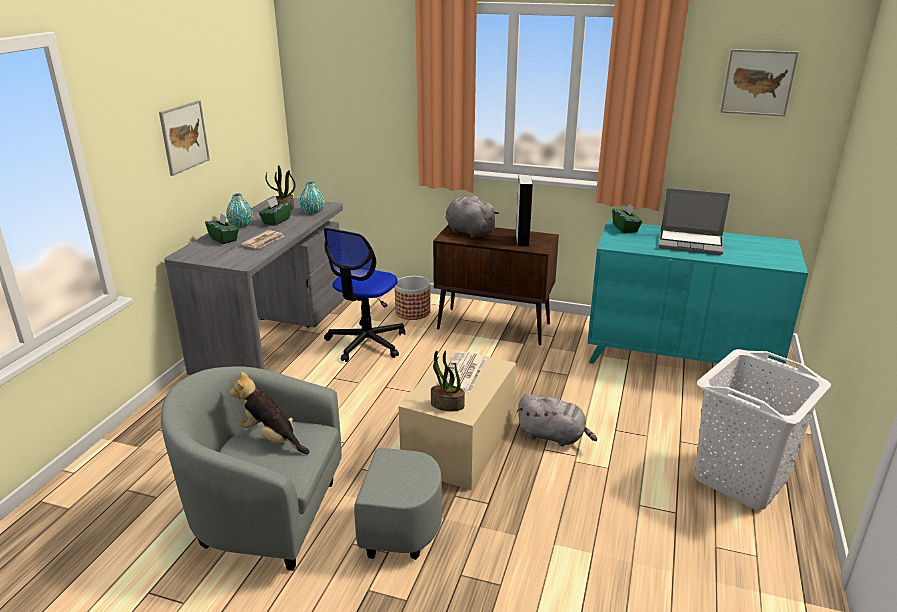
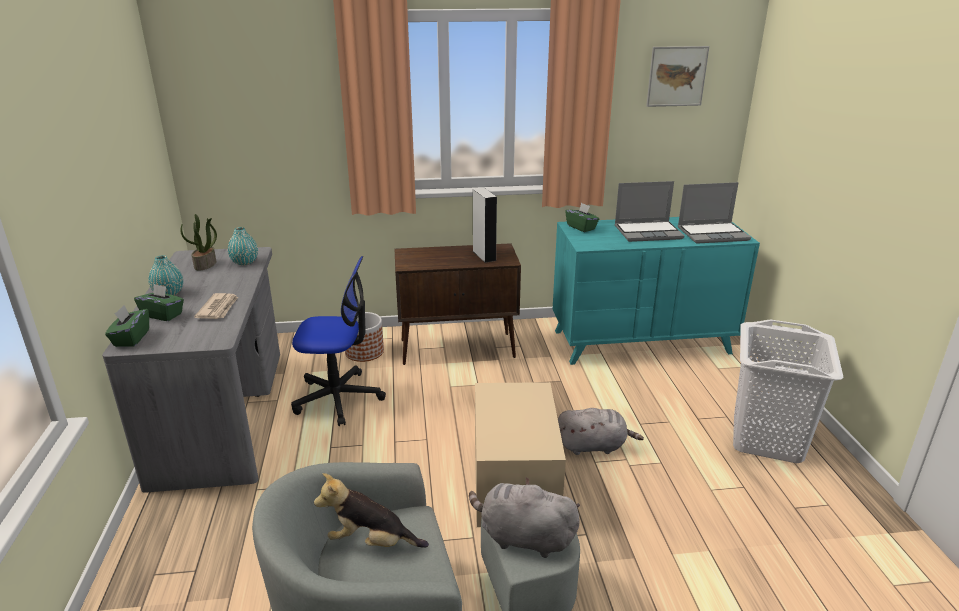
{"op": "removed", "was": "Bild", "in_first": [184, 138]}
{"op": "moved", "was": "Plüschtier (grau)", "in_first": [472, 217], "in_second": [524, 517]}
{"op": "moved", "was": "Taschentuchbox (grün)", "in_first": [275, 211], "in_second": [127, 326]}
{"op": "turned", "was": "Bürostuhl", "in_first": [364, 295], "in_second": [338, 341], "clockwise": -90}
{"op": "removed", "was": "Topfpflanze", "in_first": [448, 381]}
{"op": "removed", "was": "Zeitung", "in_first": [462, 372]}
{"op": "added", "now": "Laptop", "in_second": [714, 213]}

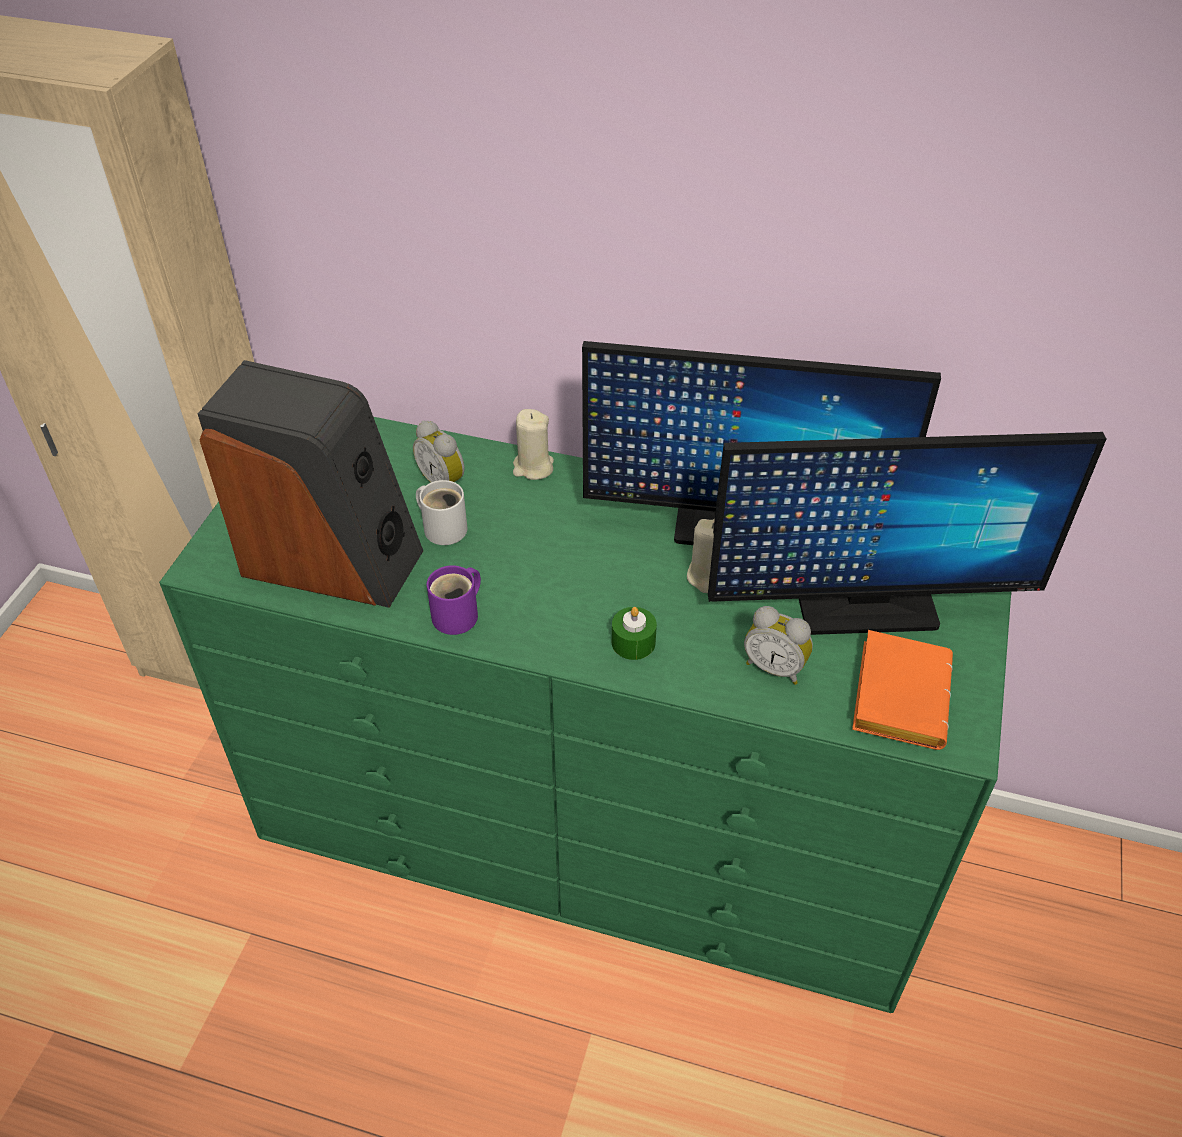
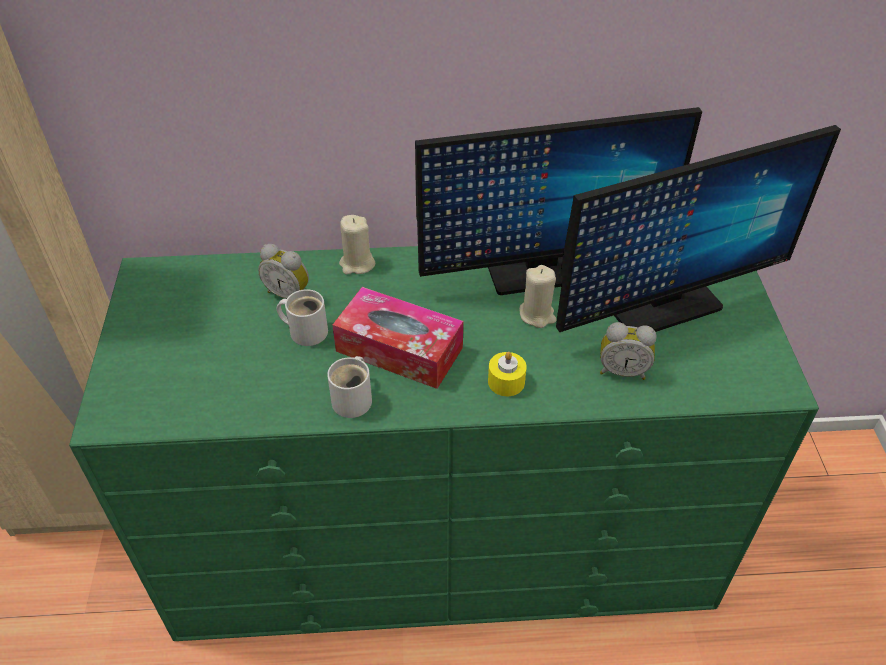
{"op": "removed", "was": "Lautsprecher", "in_first": [310, 484]}
{"op": "recoloured", "was": "Henkelbecher (lila)", "now": "Henkelbecher (weiß)", "in_first": [454, 600], "in_second": [349, 387]}
{"op": "recoloured", "was": "Kerze (grün)", "now": "Kerze (gelb)", "in_first": [634, 633], "in_second": [507, 374]}
{"op": "removed", "was": "Buch (orange)", "in_first": [902, 690]}
{"op": "added", "now": "Taschentuchbox", "in_second": [397, 338]}

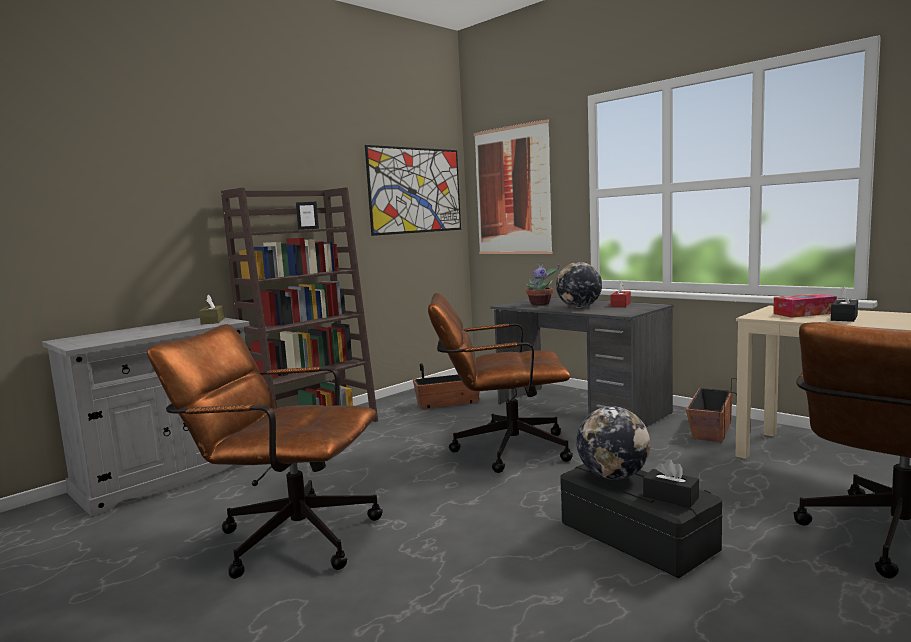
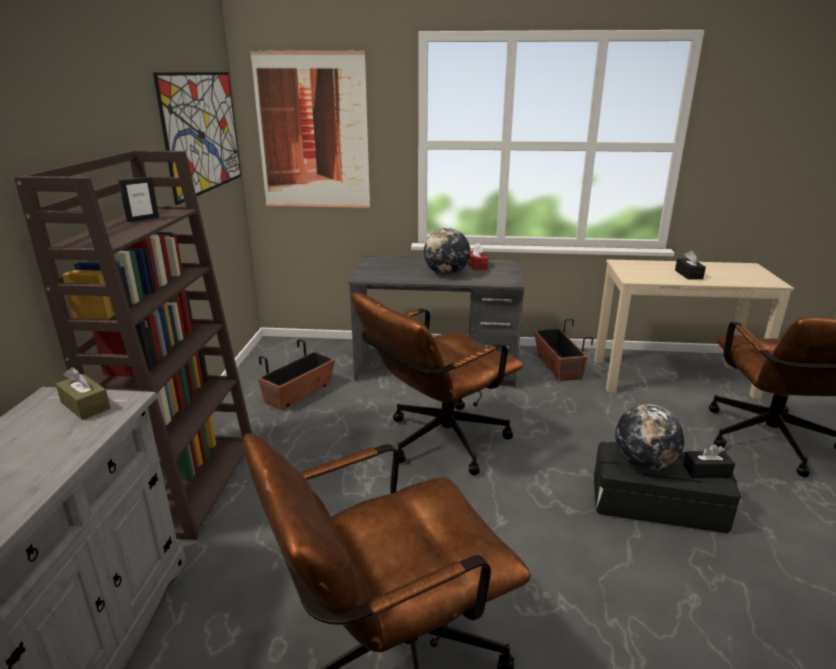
{"op": "removed", "was": "Topfpflanze", "in_first": [542, 283]}
{"op": "removed", "was": "Taschentuchbox", "in_first": [805, 306]}

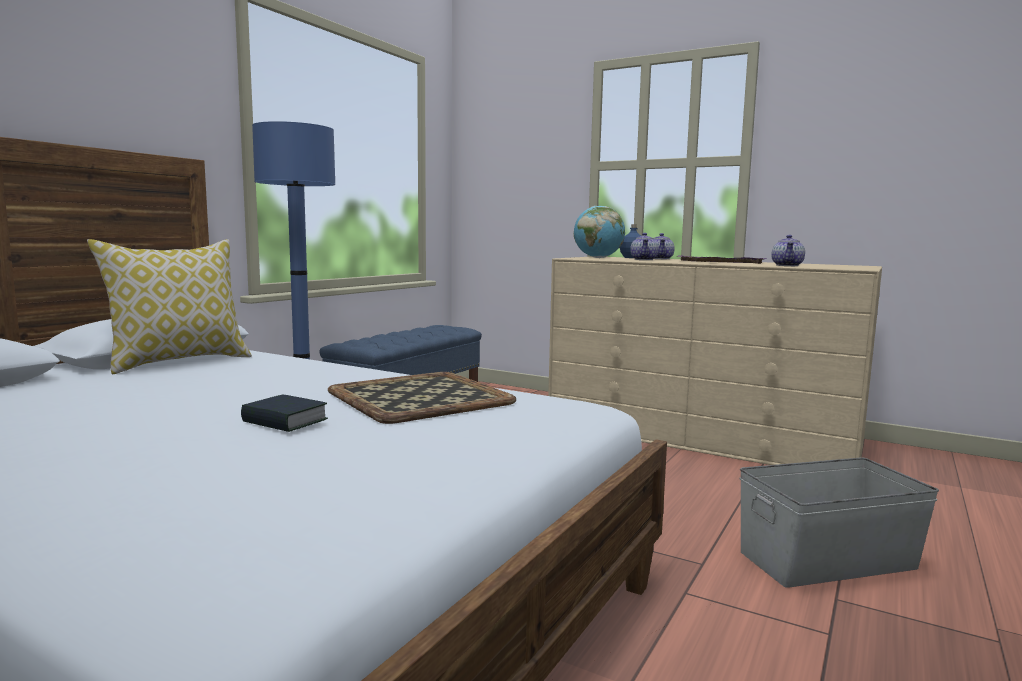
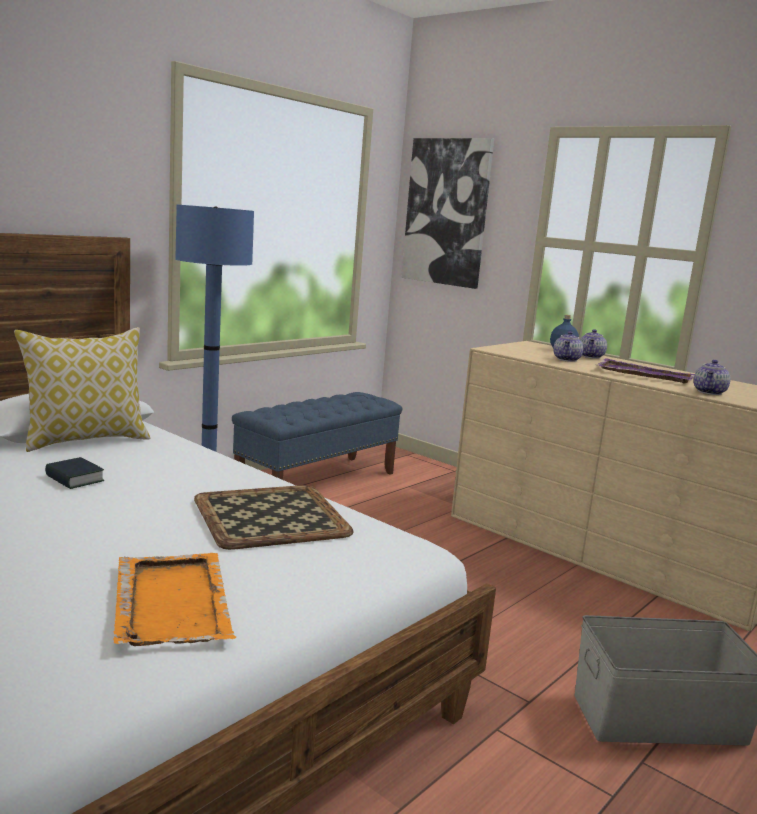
{"op": "removed", "was": "Globus", "in_first": [599, 232]}
{"op": "moved", "was": "Buch", "in_first": [284, 413], "in_second": [74, 473]}
{"op": "added", "now": "Bild", "in_second": [447, 213]}
{"op": "added", "now": "Tablett (orange)", "in_second": [174, 599]}

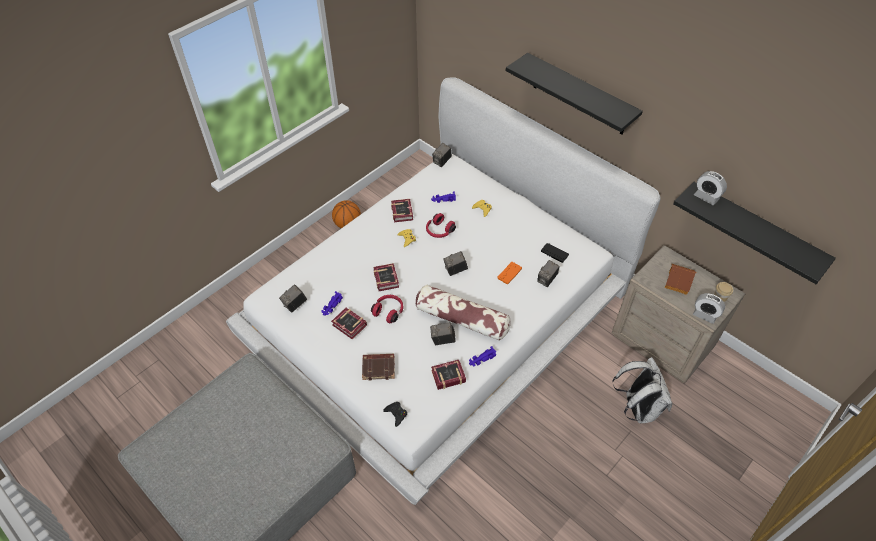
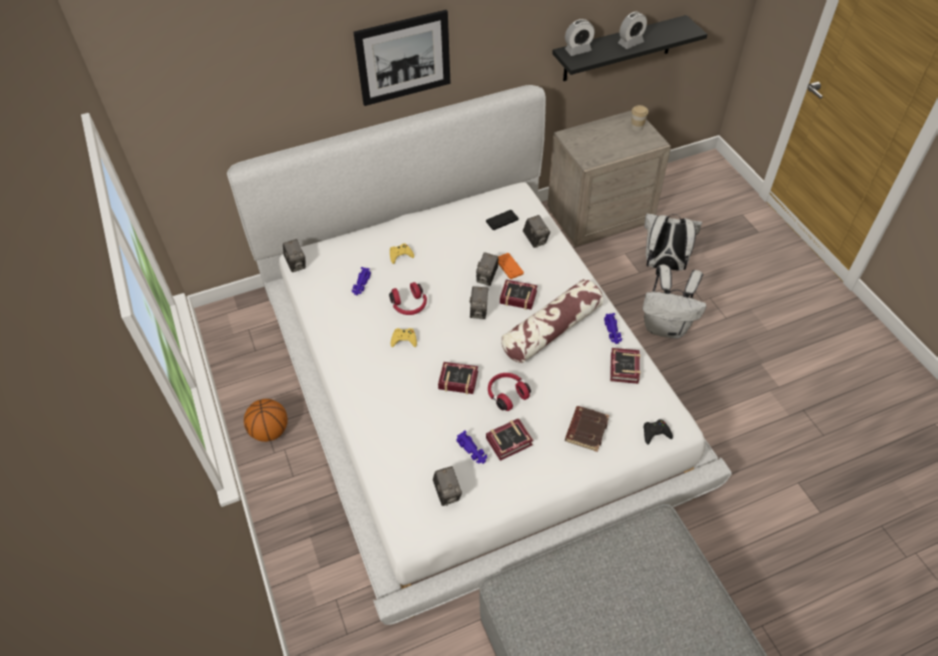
{"op": "replaced", "was": "Wandregal (schwarz)", "now": "Bild", "in_first": [574, 94], "in_second": [401, 58]}
{"op": "moved", "was": "Buch", "in_first": [402, 210], "in_second": [518, 294]}
{"op": "removed", "was": "Spielzeughaus", "in_first": [680, 279]}
{"op": "moved", "was": "Wecker", "in_first": [709, 308], "in_second": [632, 30]}
{"op": "moved", "was": "Kamera", "in_first": [443, 333], "in_second": [487, 269]}
{"op": "added", "now": "Rucksack (weiß)", "in_second": [674, 301]}

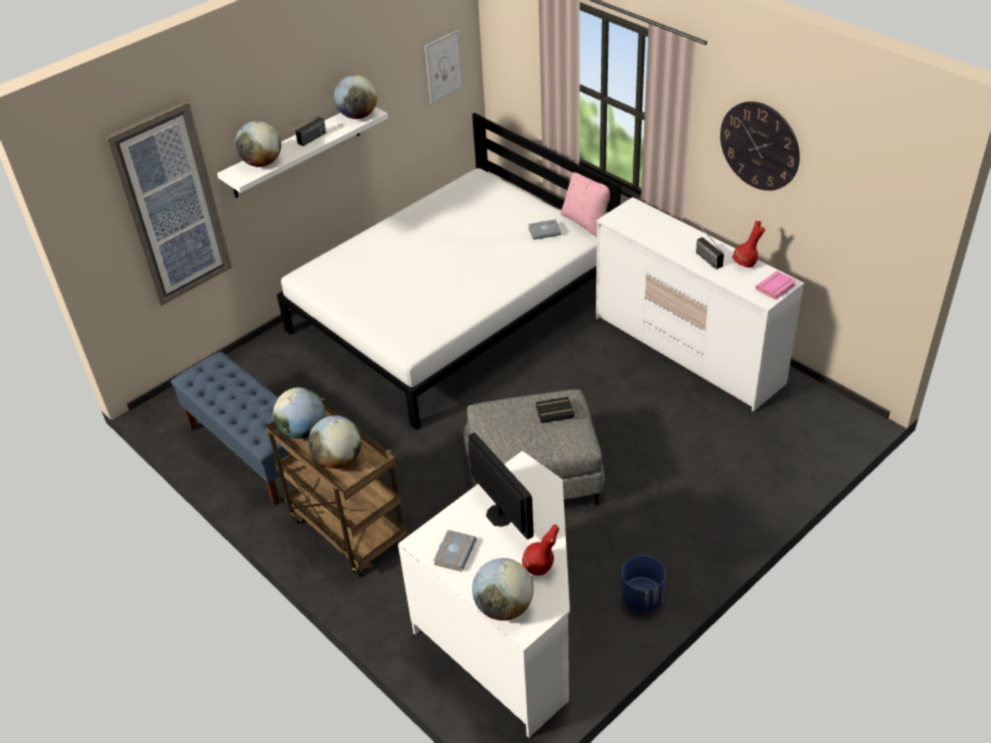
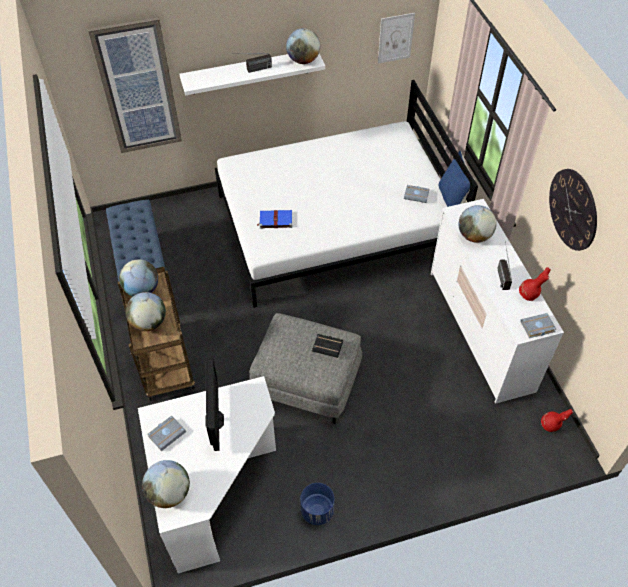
{"op": "moved", "was": "Globus", "in_first": [258, 144], "in_second": [478, 224]}
{"op": "recoloured", "was": "Kissen (rosa)", "now": "Kissen (blau)", "in_first": [585, 199], "in_second": [457, 178]}
{"op": "recoloured", "was": "Buch (rosa)", "now": "Buch (grau)", "in_first": [775, 285], "in_second": [538, 325]}
{"op": "moved", "was": "Vase (rot)", "in_first": [540, 550], "in_second": [557, 420]}
{"op": "added", "now": "Buch (blau)", "in_second": [274, 219]}

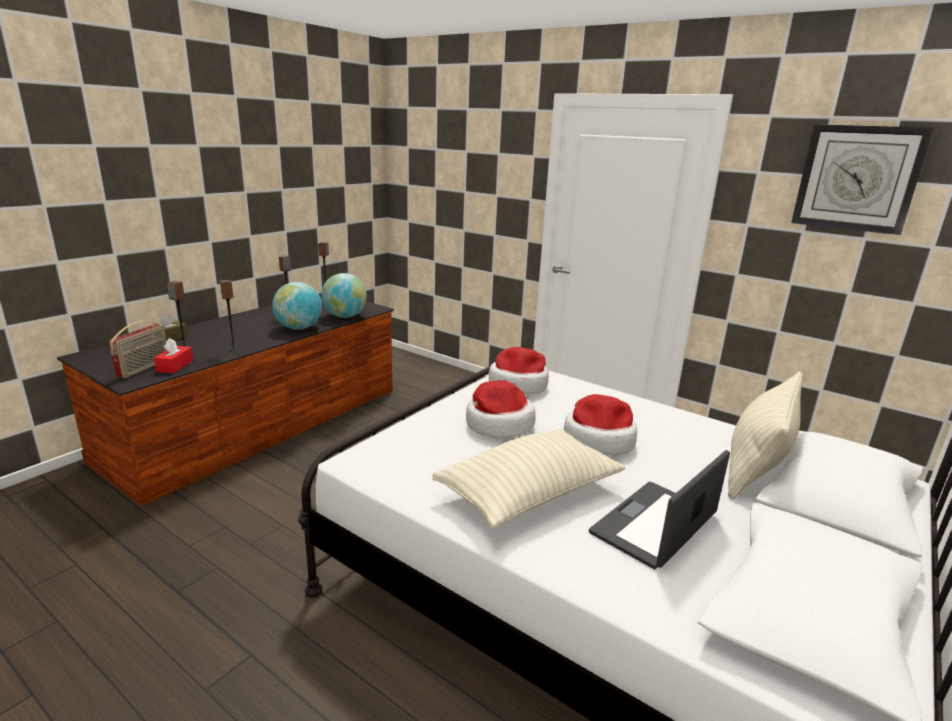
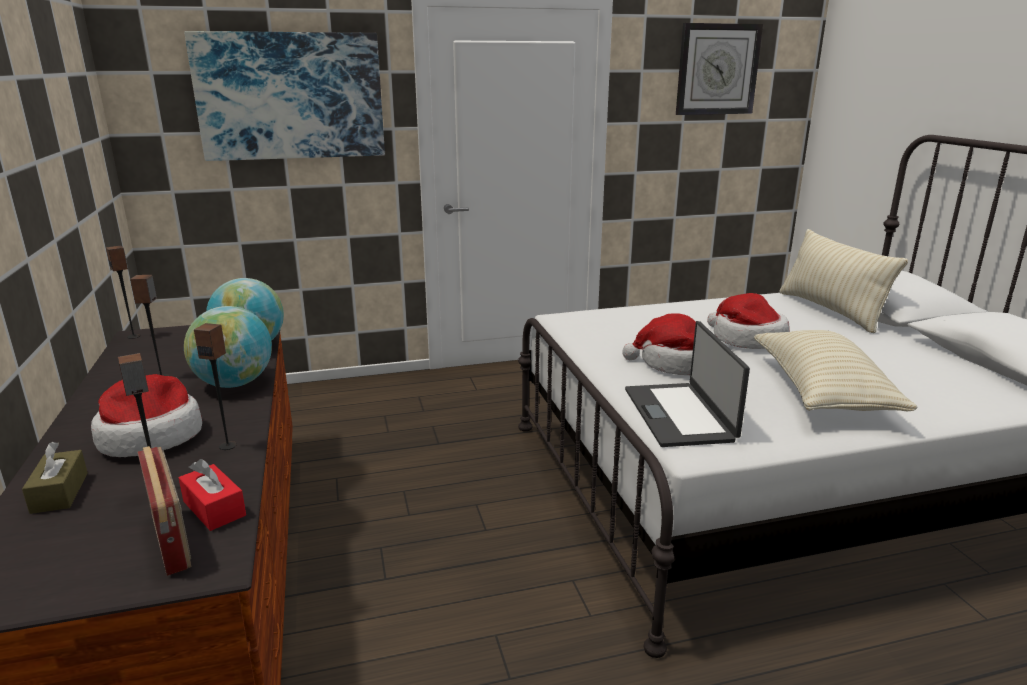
{"op": "moved", "was": "Hut", "in_first": [519, 370], "in_second": [146, 415]}
{"op": "moved", "was": "Laptop", "in_first": [659, 509], "in_second": [687, 384]}
{"op": "added", "now": "Bild", "in_second": [284, 96]}

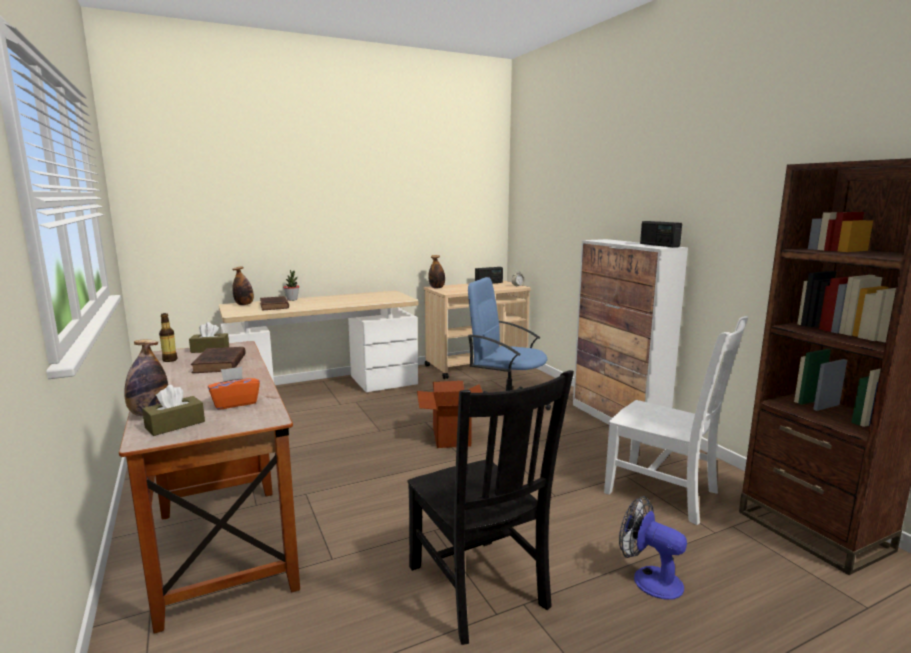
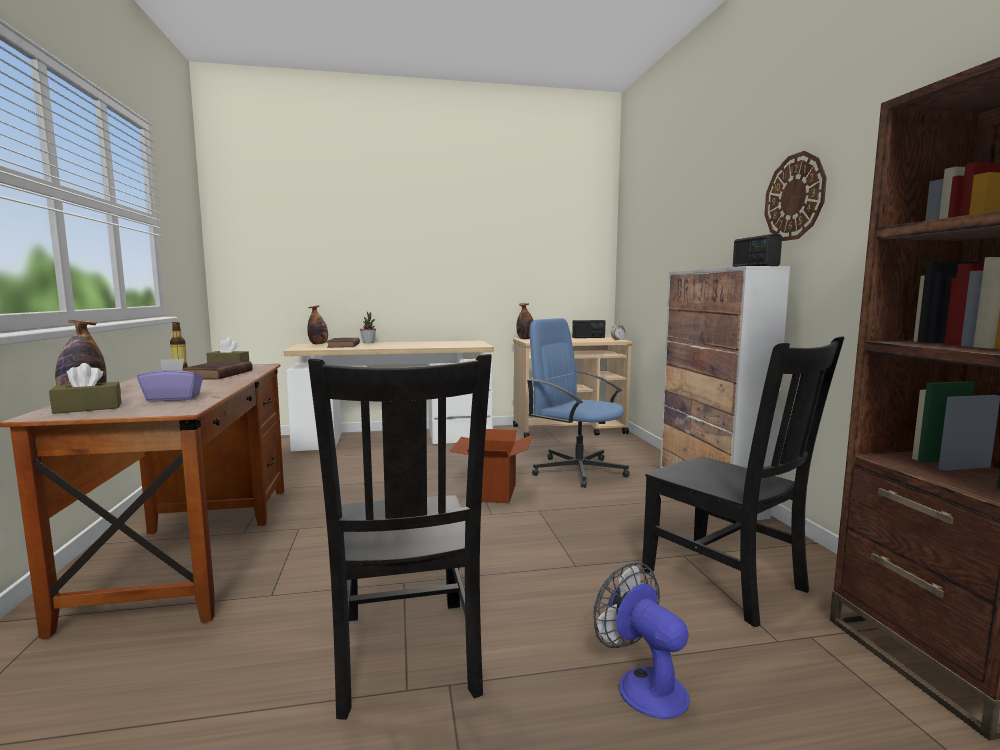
{"op": "recoloured", "was": "Stuhl (weiß)", "now": "Stuhl (schwarz)", "in_first": [676, 420], "in_second": [743, 481]}
{"op": "recoloured", "was": "Taschentuchbox (orange)", "now": "Taschentuchbox (lila)", "in_first": [234, 388], "in_second": [170, 380]}
{"op": "added", "now": "Wanduhr", "in_second": [795, 196]}

